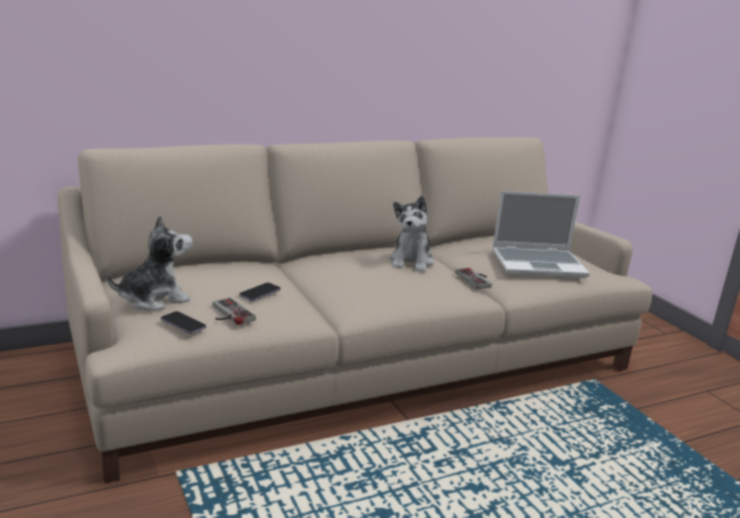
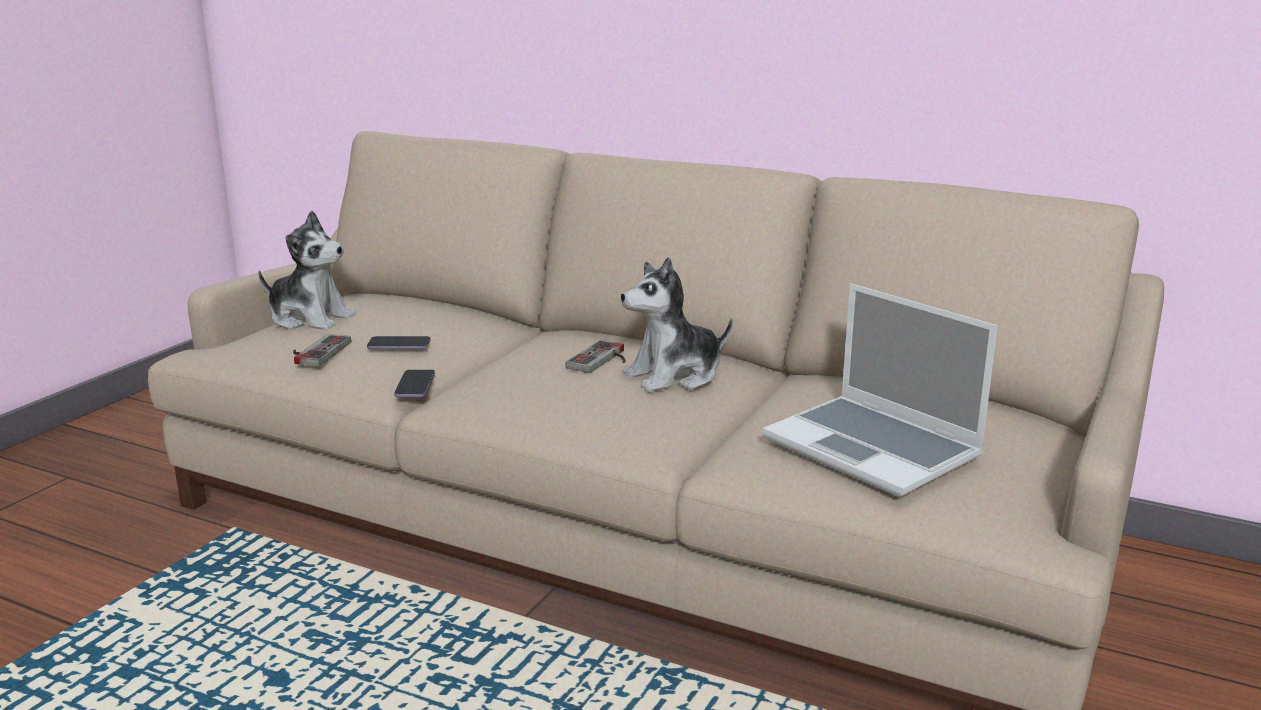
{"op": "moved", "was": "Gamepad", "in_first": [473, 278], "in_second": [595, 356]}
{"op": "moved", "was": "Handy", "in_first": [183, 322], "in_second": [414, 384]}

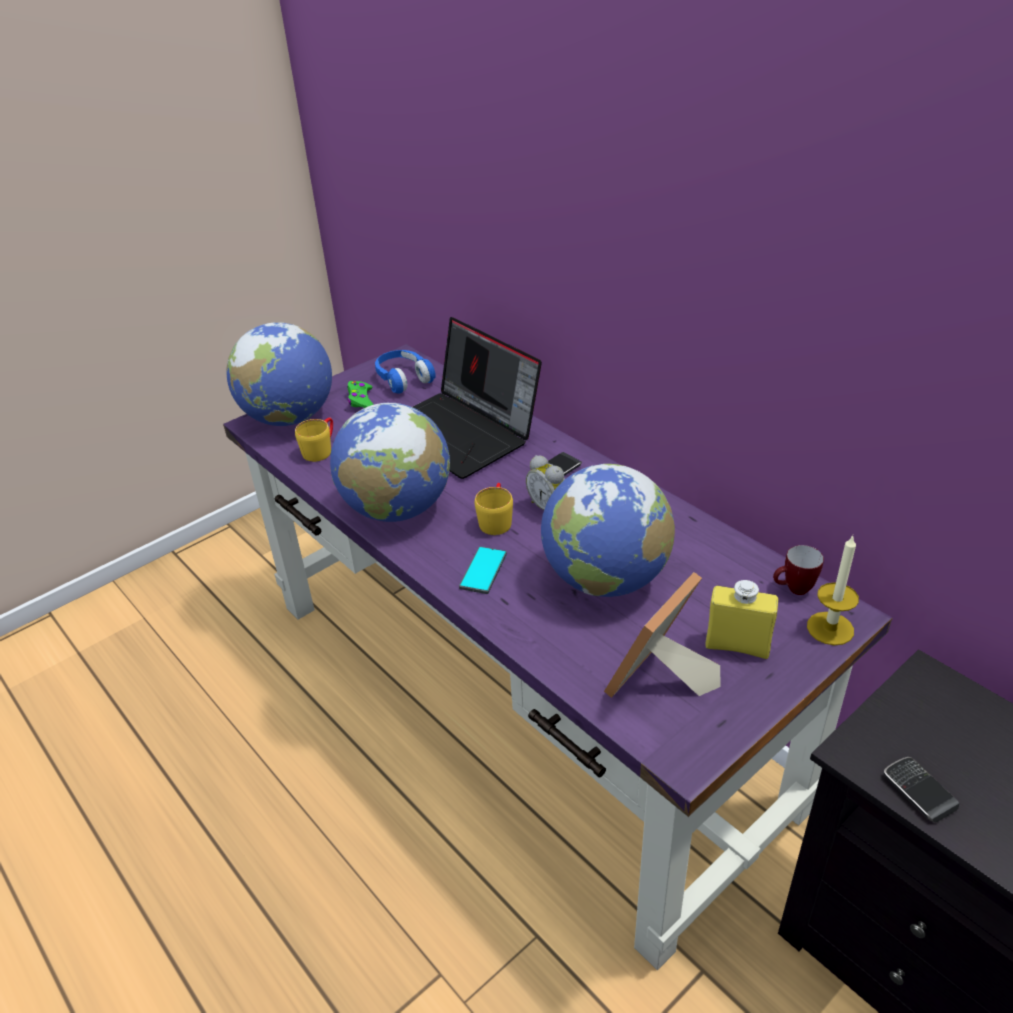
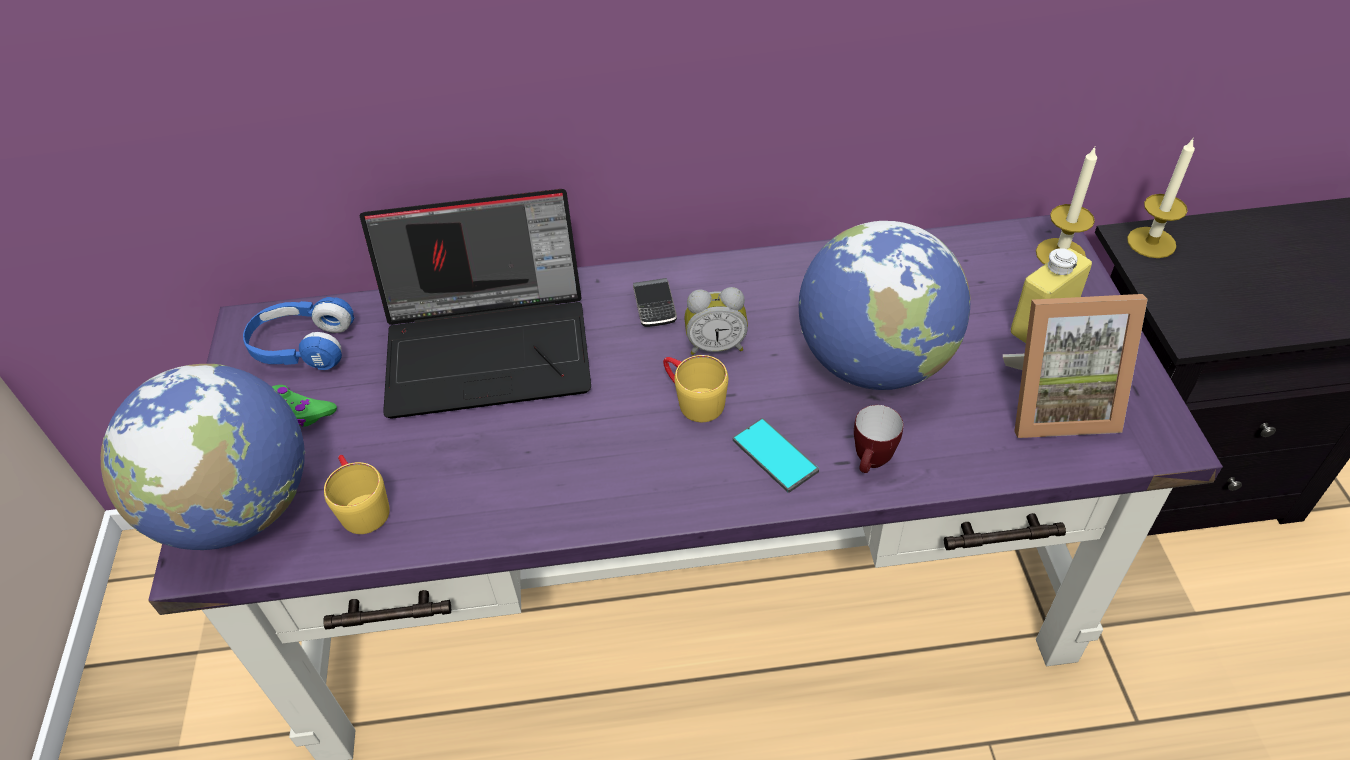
{"op": "removed", "was": "Globus", "in_first": [390, 462]}
{"op": "moved", "was": "Henkelbecher", "in_first": [798, 570], "in_second": [878, 439]}
{"op": "turned", "was": "Bilderrahmen", "in_first": [662, 635], "in_second": [1075, 366], "clockwise": -75}
{"op": "removed", "was": "Handy", "in_first": [921, 790]}
{"op": "added", "now": "Kerze", "in_second": [1161, 197]}

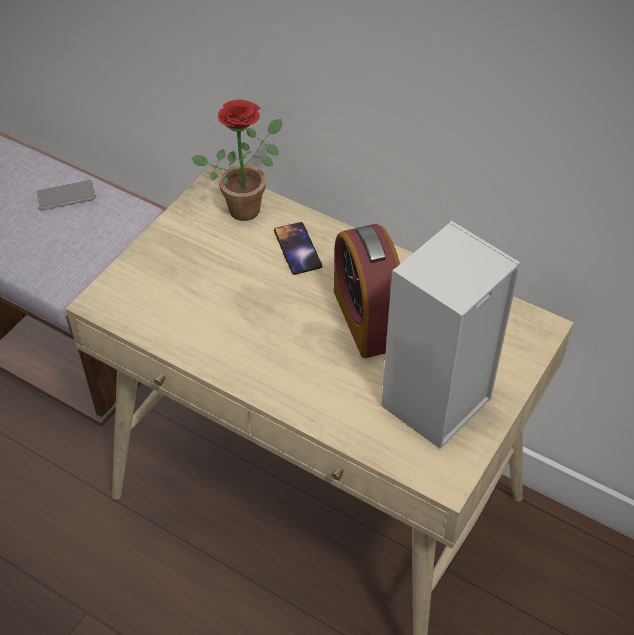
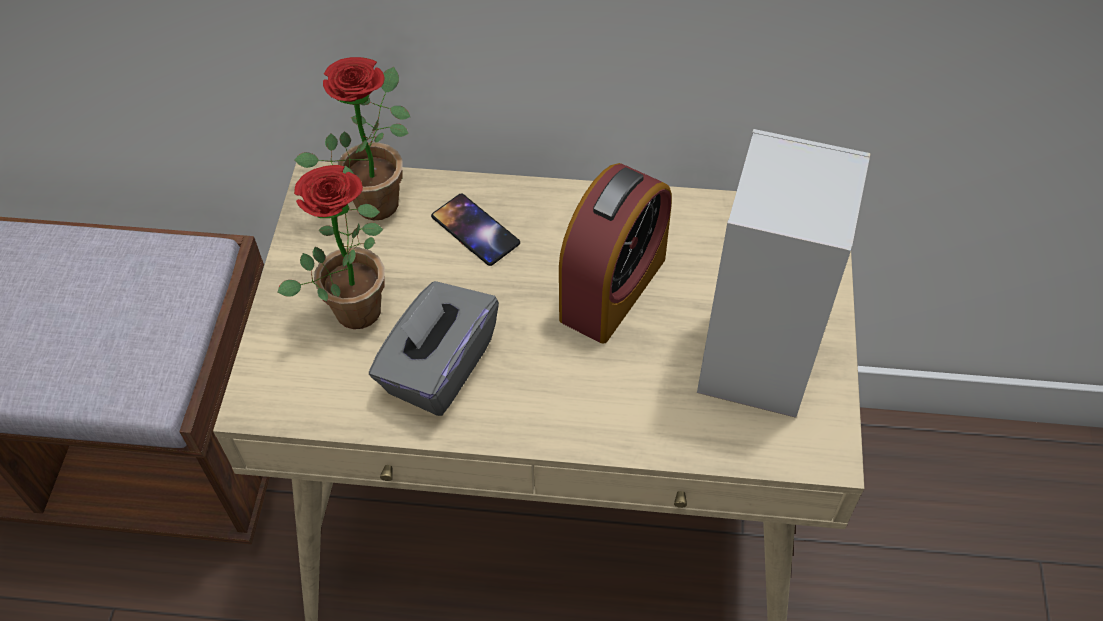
{"op": "removed", "was": "Handy", "in_first": [66, 195]}
{"op": "turned", "was": "Wecker", "in_first": [367, 291], "in_second": [615, 253], "clockwise": -105}
{"op": "added", "now": "Topfpflanze", "in_second": [331, 247]}
{"op": "added", "now": "Taschentuchbox (grau)", "in_second": [434, 348]}

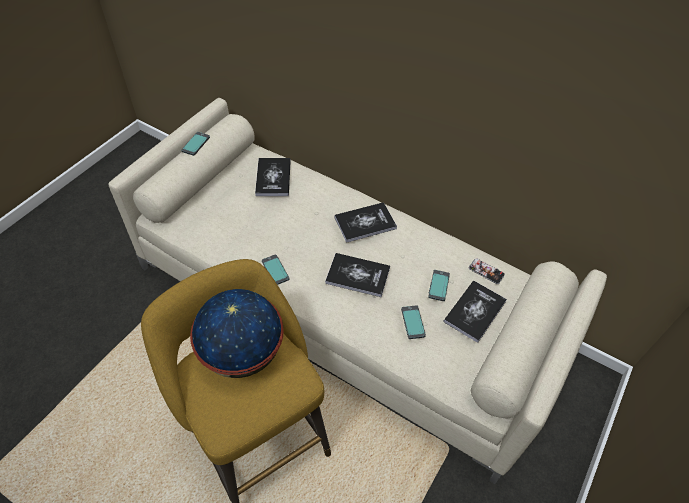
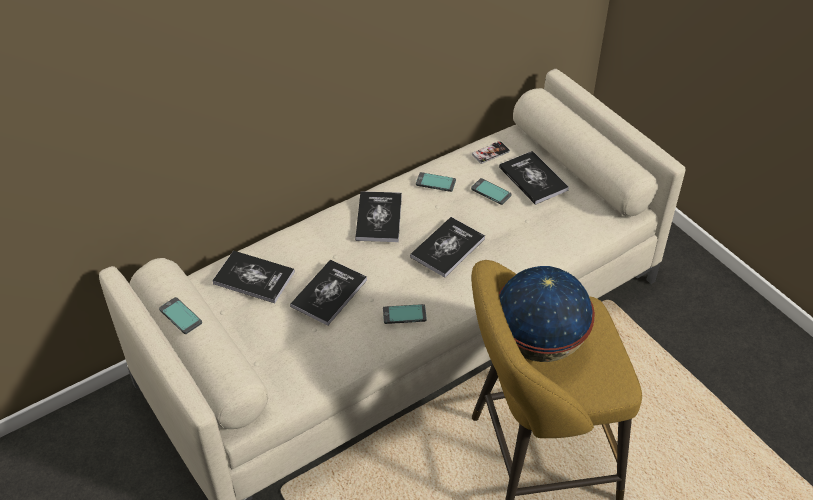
{"op": "moved", "was": "Handy", "in_first": [413, 322], "in_second": [436, 182]}
{"op": "added", "now": "Buch", "in_second": [328, 292]}

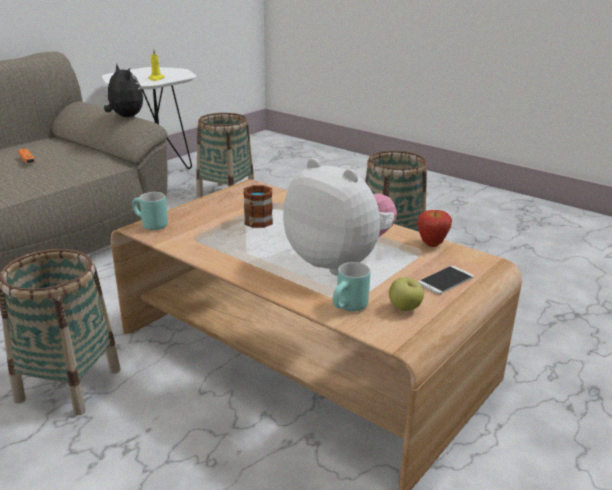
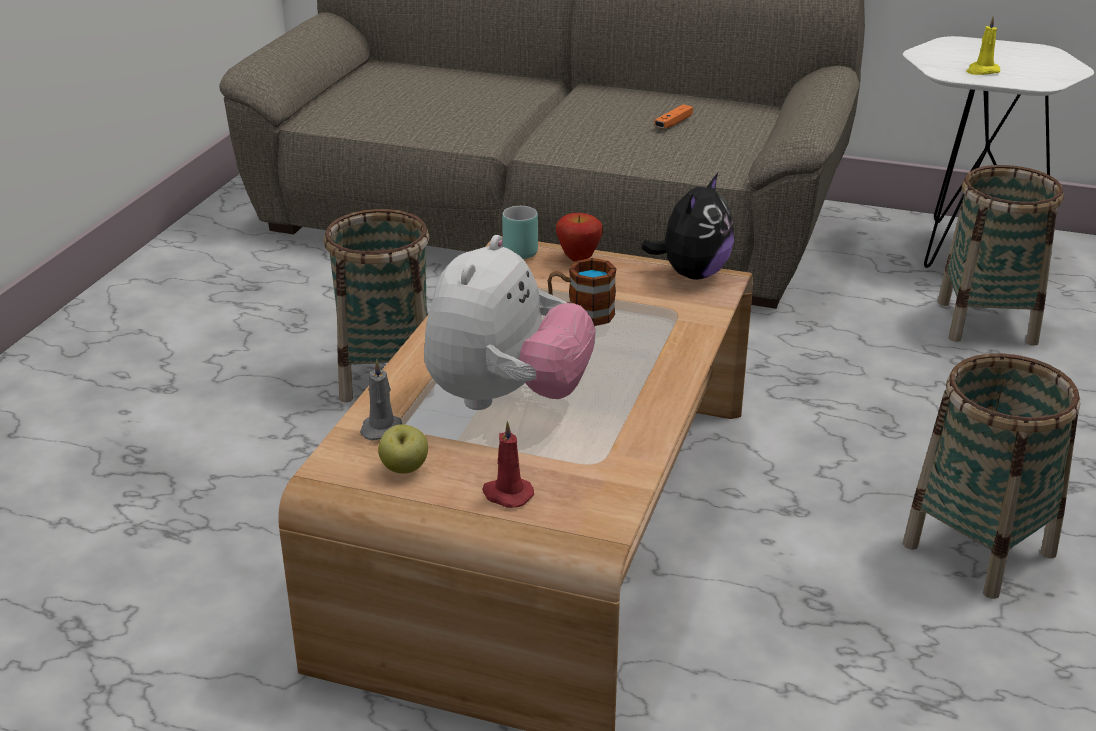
{"op": "moved", "was": "Plüschtier", "in_first": [123, 90], "in_second": [687, 226]}
{"op": "moved", "was": "Apfel", "in_first": [434, 228], "in_second": [579, 237]}
{"op": "replaced", "was": "Henkelbecher (türkis)", "now": "Kerze (grau)", "in_first": [351, 286], "in_second": [381, 399]}
{"op": "replaced", "was": "Handy", "now": "Kerze (rot)", "in_first": [446, 280], "in_second": [508, 464]}

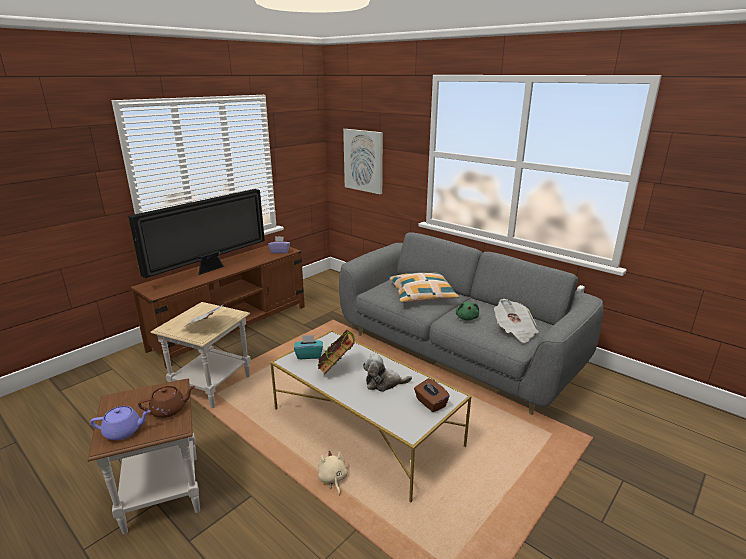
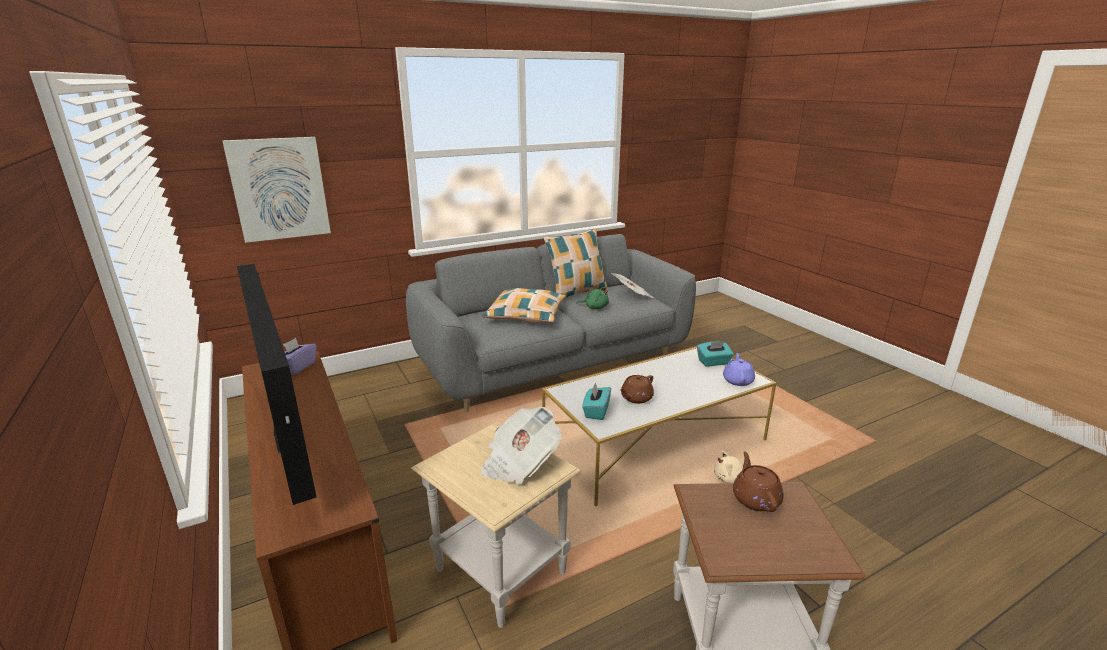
{"op": "replaced", "was": "Buch", "now": "Teekanne (braun)", "in_first": [336, 352], "in_second": [637, 389]}
{"op": "removed", "was": "Plüschtier", "in_first": [387, 373]}
{"op": "recoloured", "was": "Taschentuchbox (braun)", "now": "Taschentuchbox (türkis)", "in_first": [432, 395], "in_second": [715, 354]}
{"op": "moved", "was": "Teekanne (lila)", "in_first": [120, 423], "in_second": [739, 369]}
{"op": "added", "now": "Kissen", "in_second": [575, 263]}

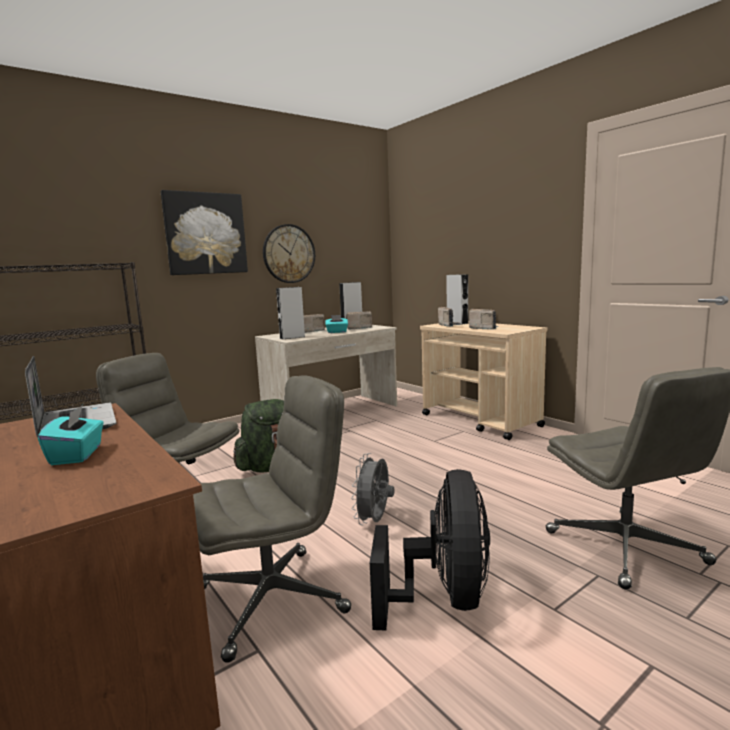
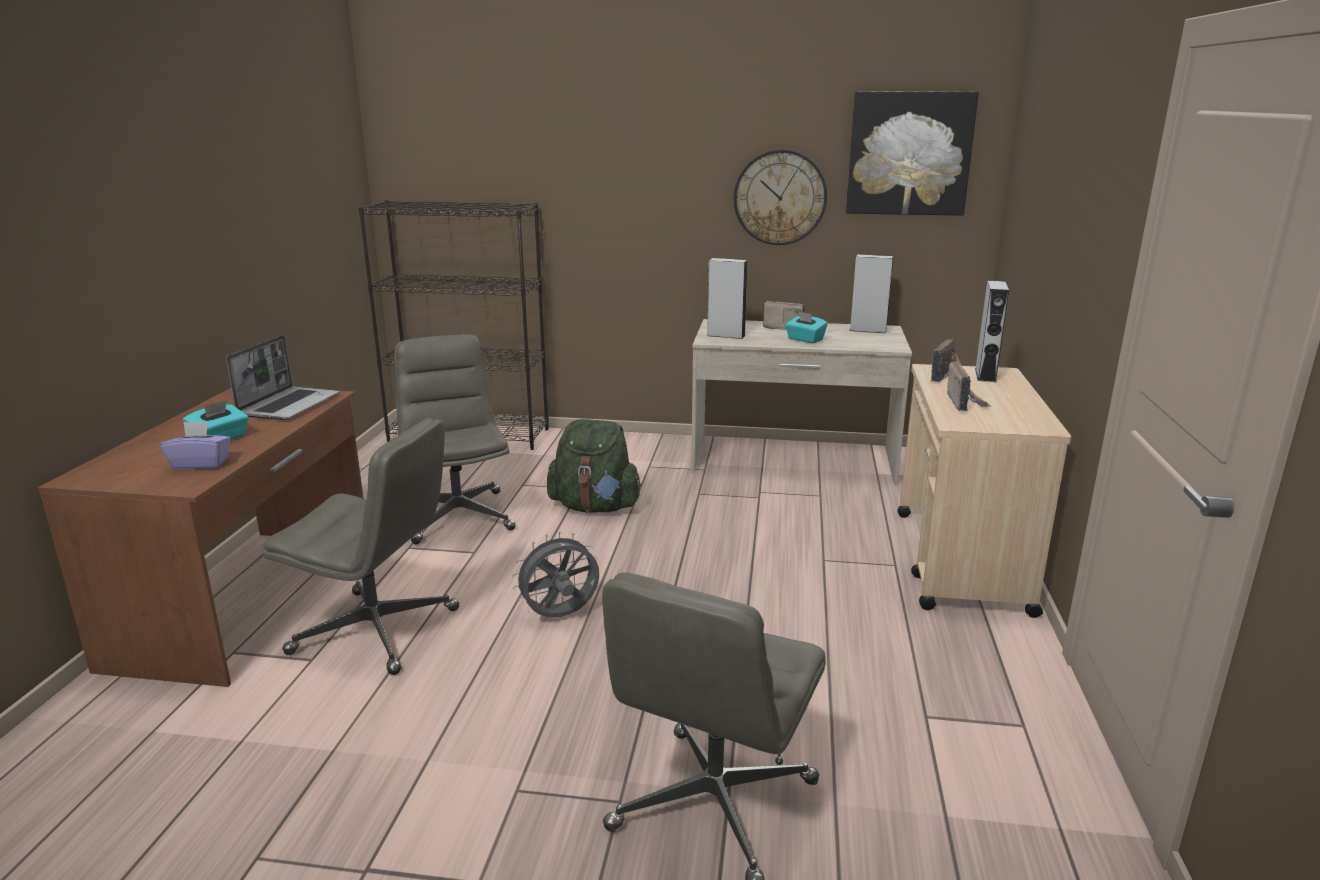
{"op": "moved", "was": "Bild", "in_first": [204, 232], "in_second": [912, 153]}
{"op": "removed", "was": "Radio", "in_first": [359, 320]}
{"op": "removed", "was": "Ventilator (schwarz)", "in_first": [430, 549]}
{"op": "added", "now": "Taschentuchbox (lila)", "in_second": [195, 446]}

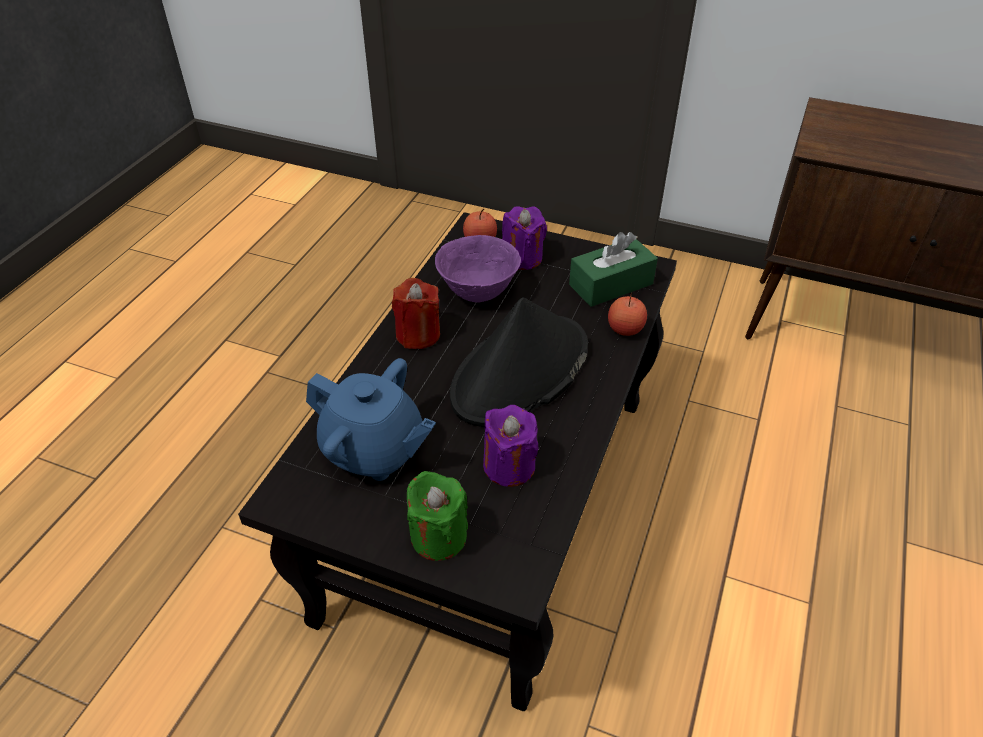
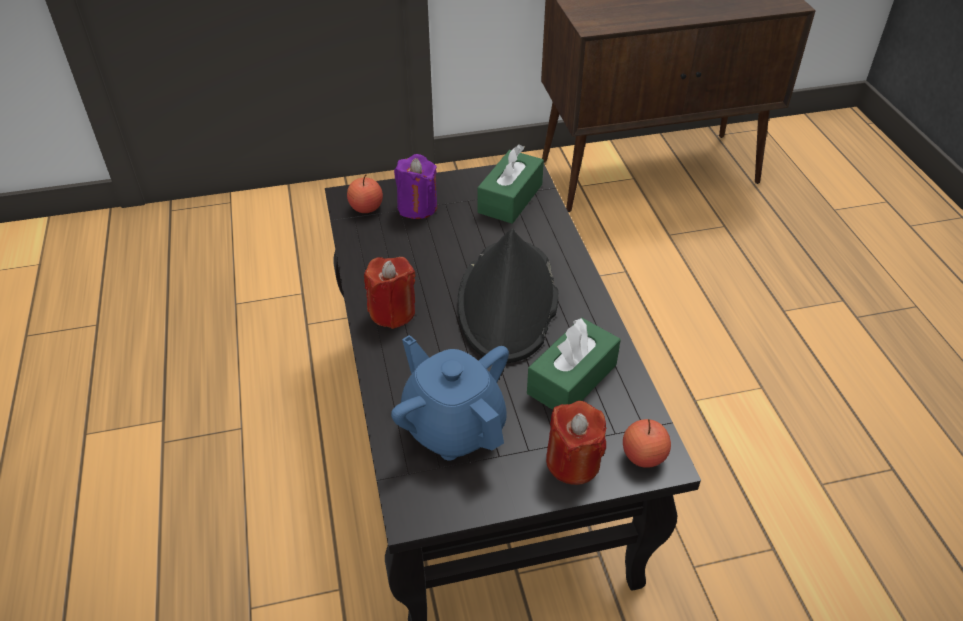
{"op": "removed", "was": "Schüssel (lila)", "in_first": [478, 269]}
{"op": "moved", "was": "Apfel", "in_first": [627, 314], "in_second": [647, 443]}
{"op": "turned", "was": "Teekanne (blau)", "in_first": [371, 419], "in_second": [450, 397], "clockwise": -120}
{"op": "replaced", "was": "Kerze (lila)", "now": "Taschentuchbox (grün)", "in_first": [511, 446], "in_second": [574, 364]}
{"op": "recoloured", "was": "Kerze (grün)", "now": "Kerze (rot)", "in_first": [437, 516], "in_second": [576, 443]}

